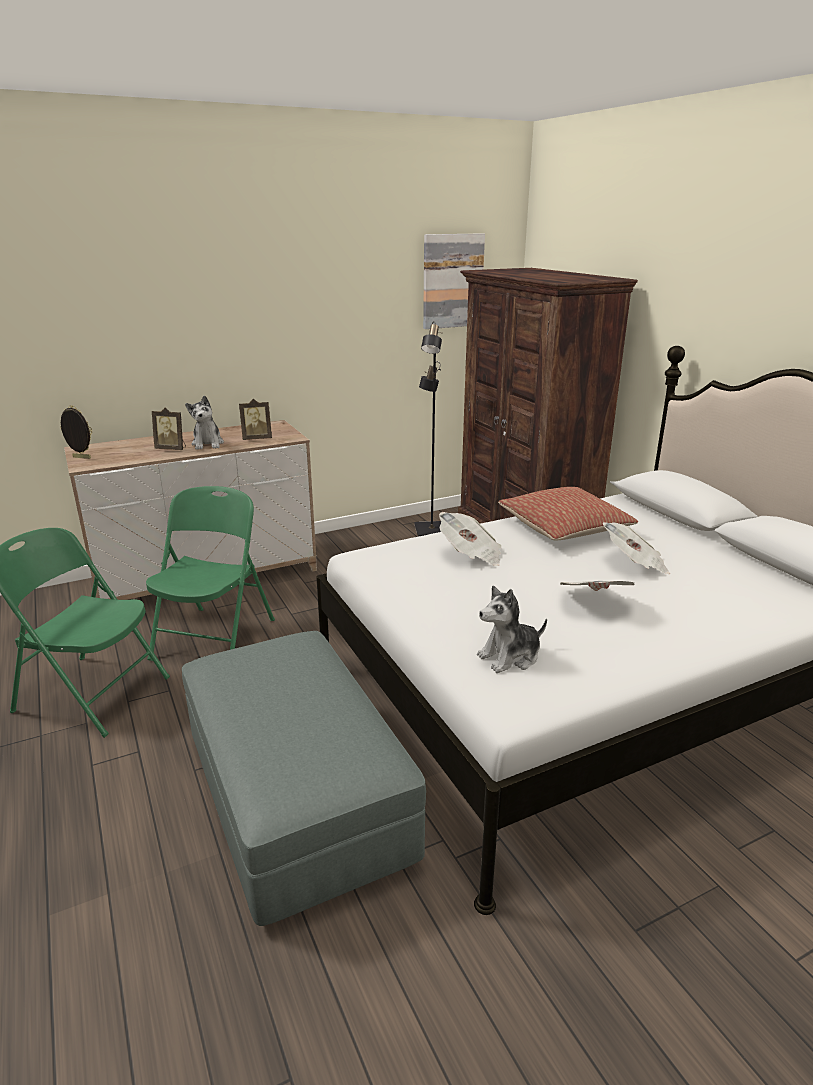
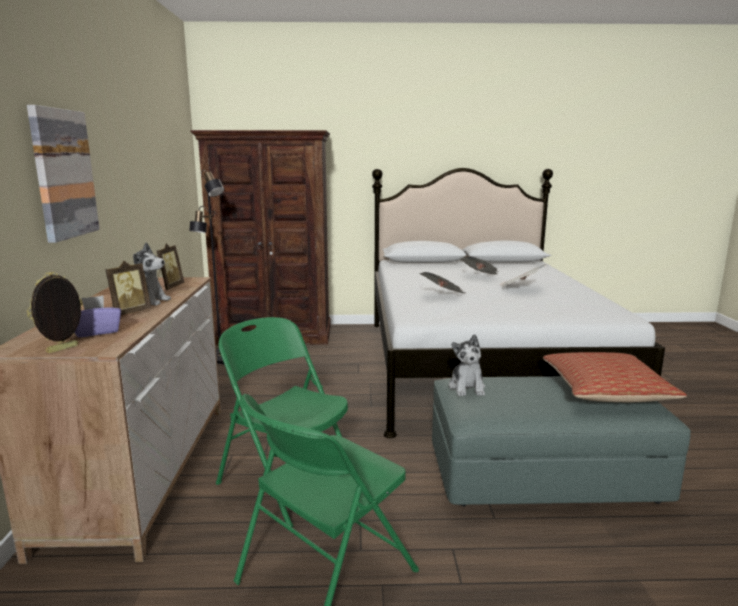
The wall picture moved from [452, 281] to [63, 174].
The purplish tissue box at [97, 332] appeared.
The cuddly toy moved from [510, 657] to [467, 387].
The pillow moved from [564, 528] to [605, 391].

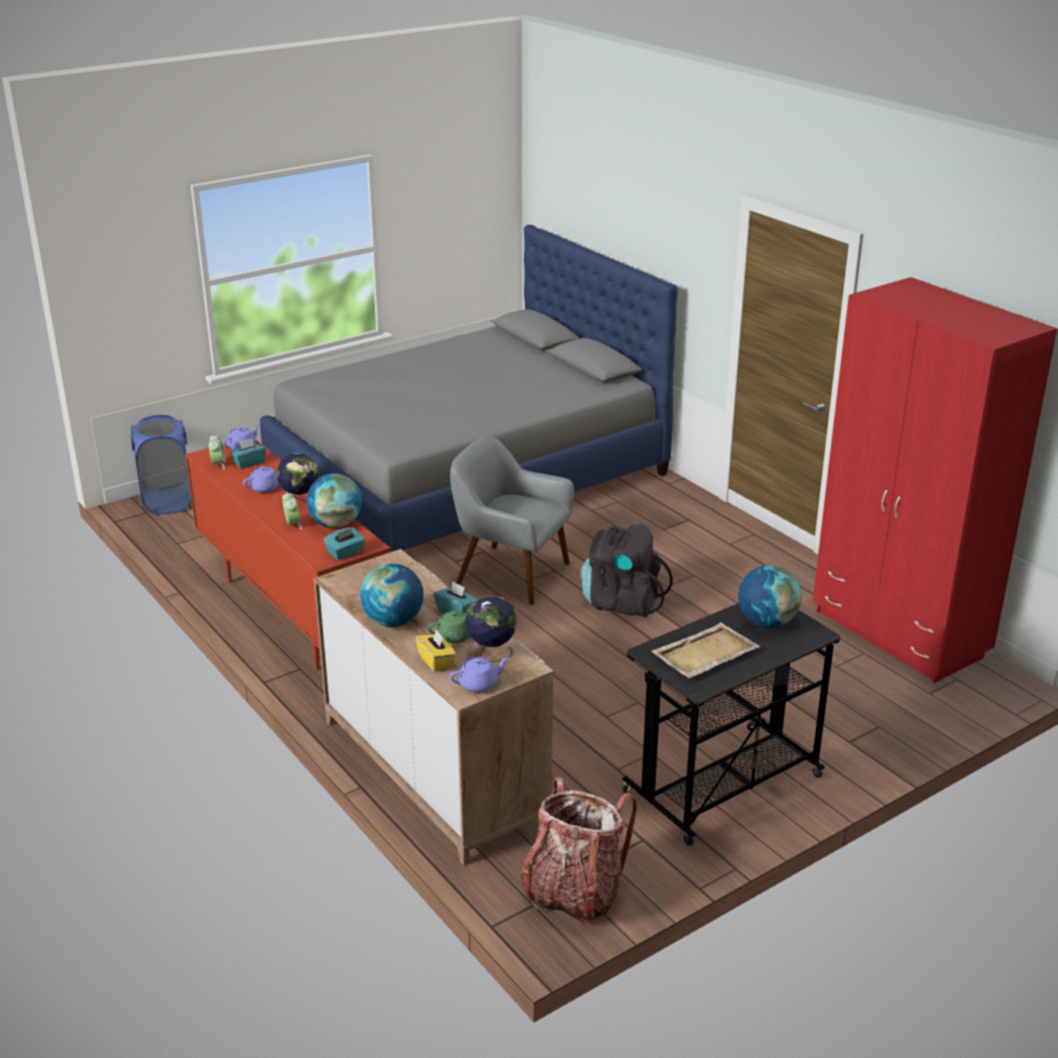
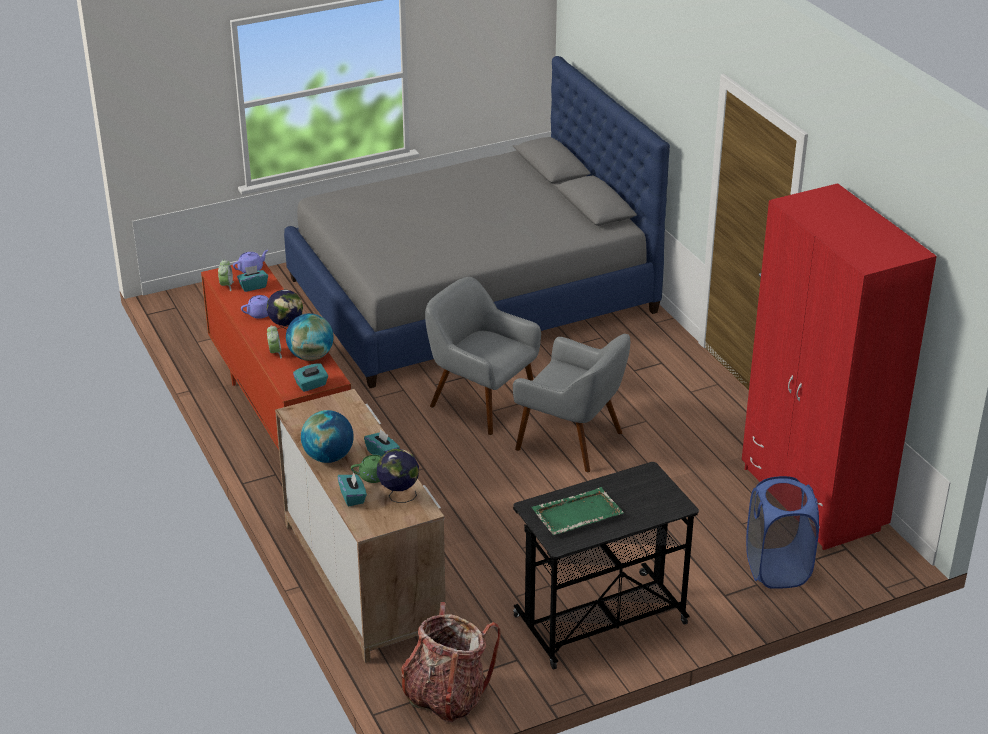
The yellow tissue box at [436, 661] became the blue-green tissue box at [352, 497].
The black knapsack at [622, 602] was replaced by the grey lounge chair at [571, 441].
The beige serving tray at [704, 653] became the green serving tray at [576, 514].
The bluish washing basket moved from [167, 501] to [777, 568].
The purplish tea pot at [479, 684] disappeared.
The world globe at [767, 622] disappeared.

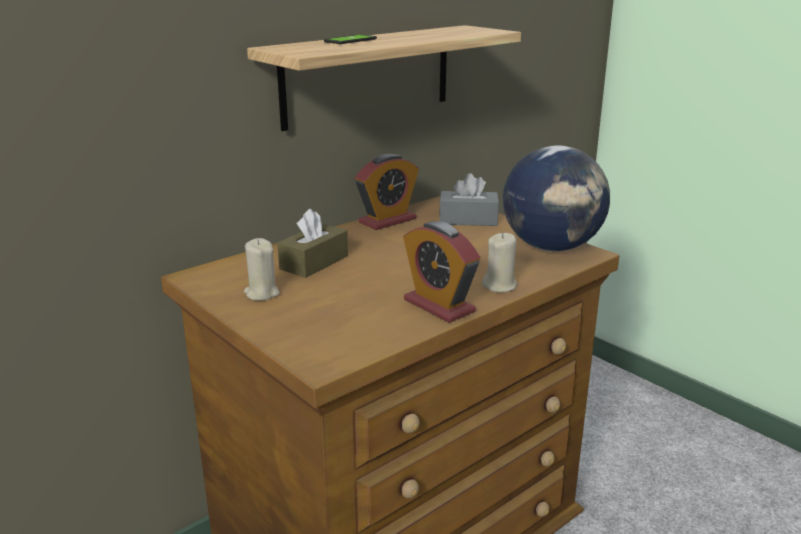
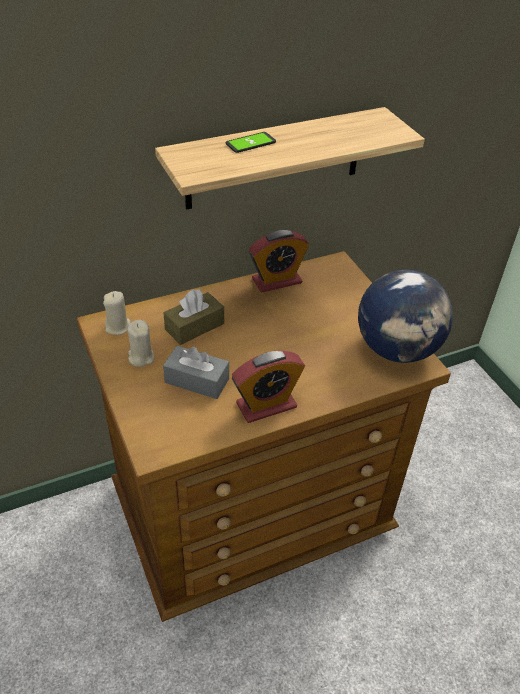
The beige wax light moved from [500, 286] to [118, 327].
The grey tissue box moved from [468, 220] to [197, 380].
The bedside clock at [439, 306] turned 90 degrees counterclockwise.

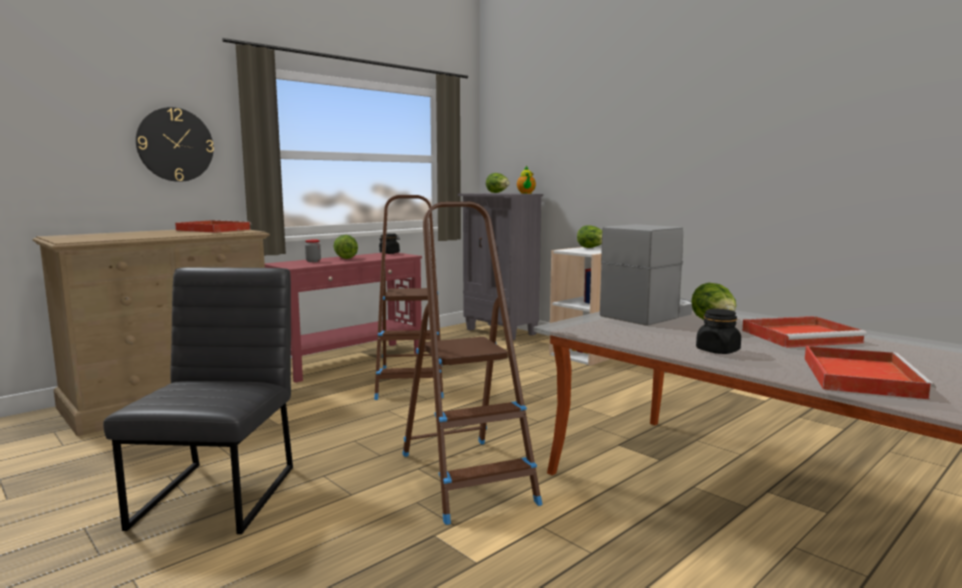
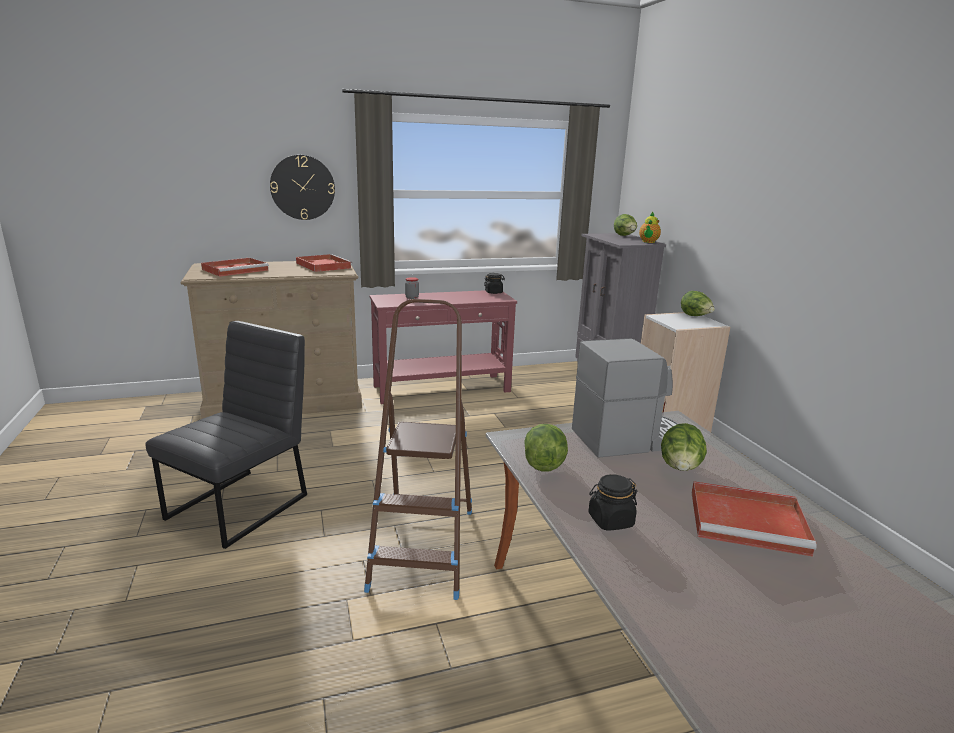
The reddish serving tray moved from [859, 376] to [236, 269].
The lettuce head moved from [345, 258] to [544, 463].
The brown-coloured step ladder at [411, 381] disappeared.

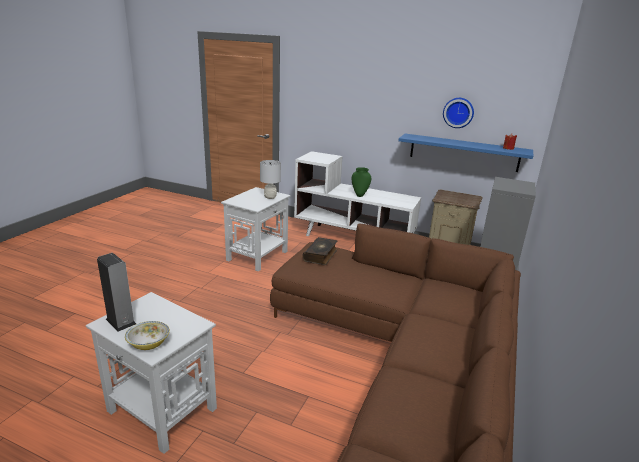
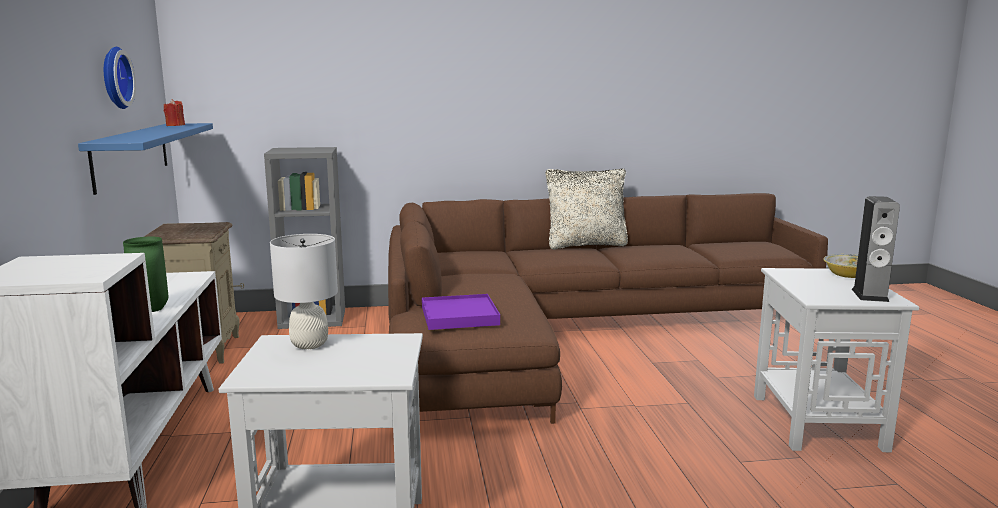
The bound book at [321, 255] was replaced by the purplish serving tray at [459, 316].
The beige pillow at [587, 246] appeared.

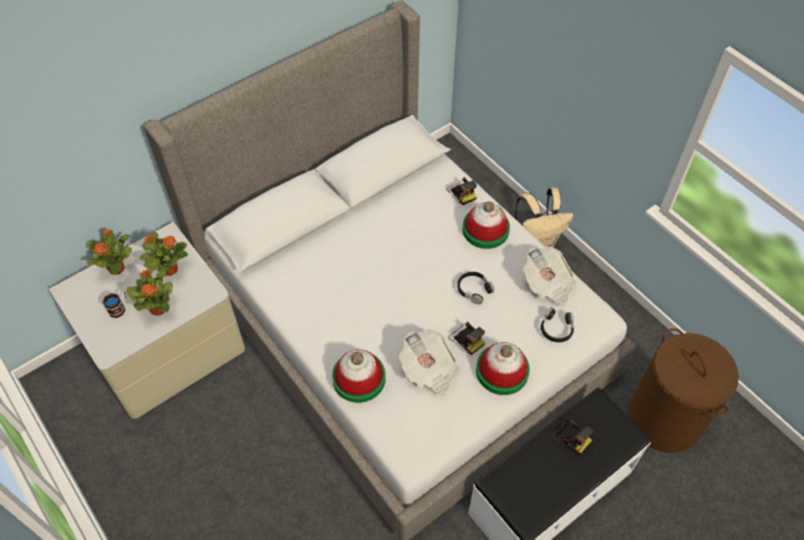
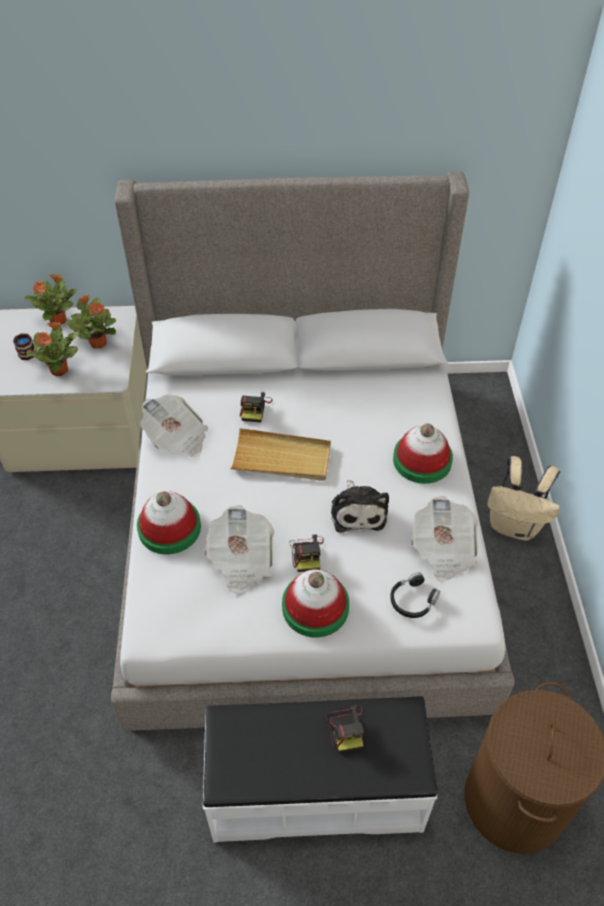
The newspaper at [177, 438] appeared.
The beige serving tray at [281, 458] appeared.
The photo camera moved from [462, 192] to [254, 408].
The black pair of headphones at [474, 289] was replaced by the cuddly toy at [358, 511].

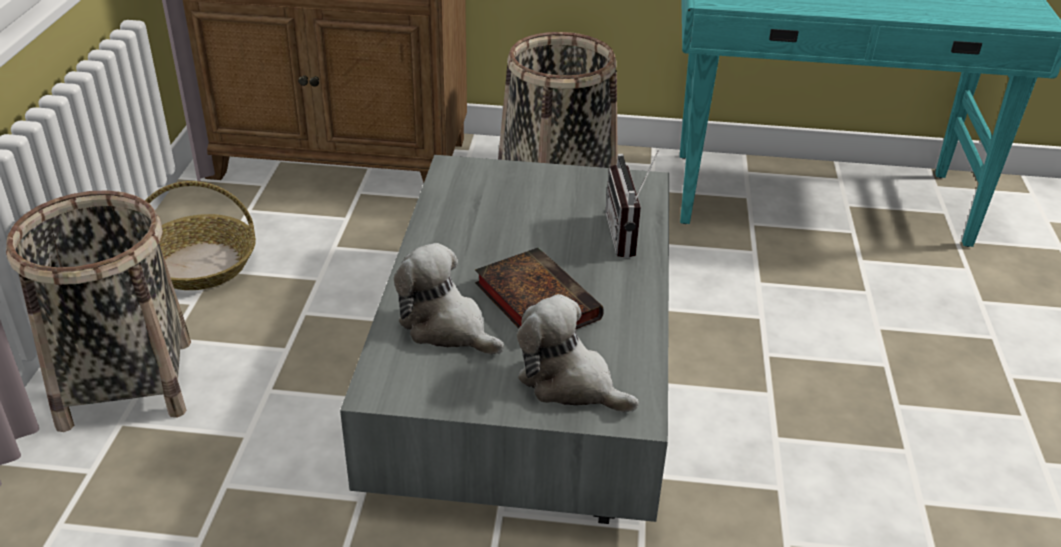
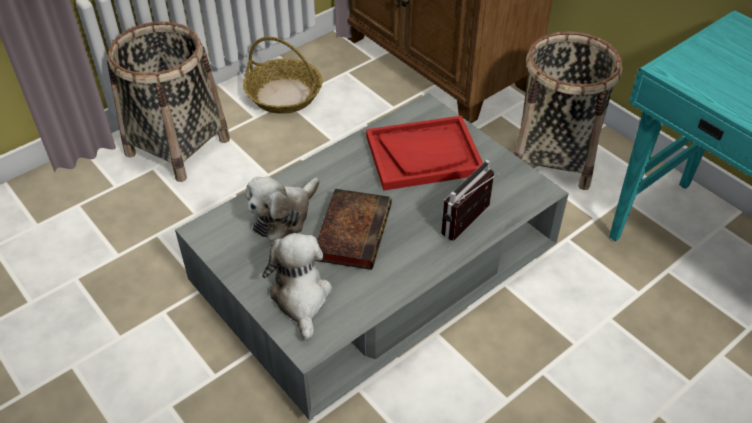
The cuddly toy at [447, 327] turned 135 degrees counterclockwise.
The reddish serving tray at [424, 155] appeared.

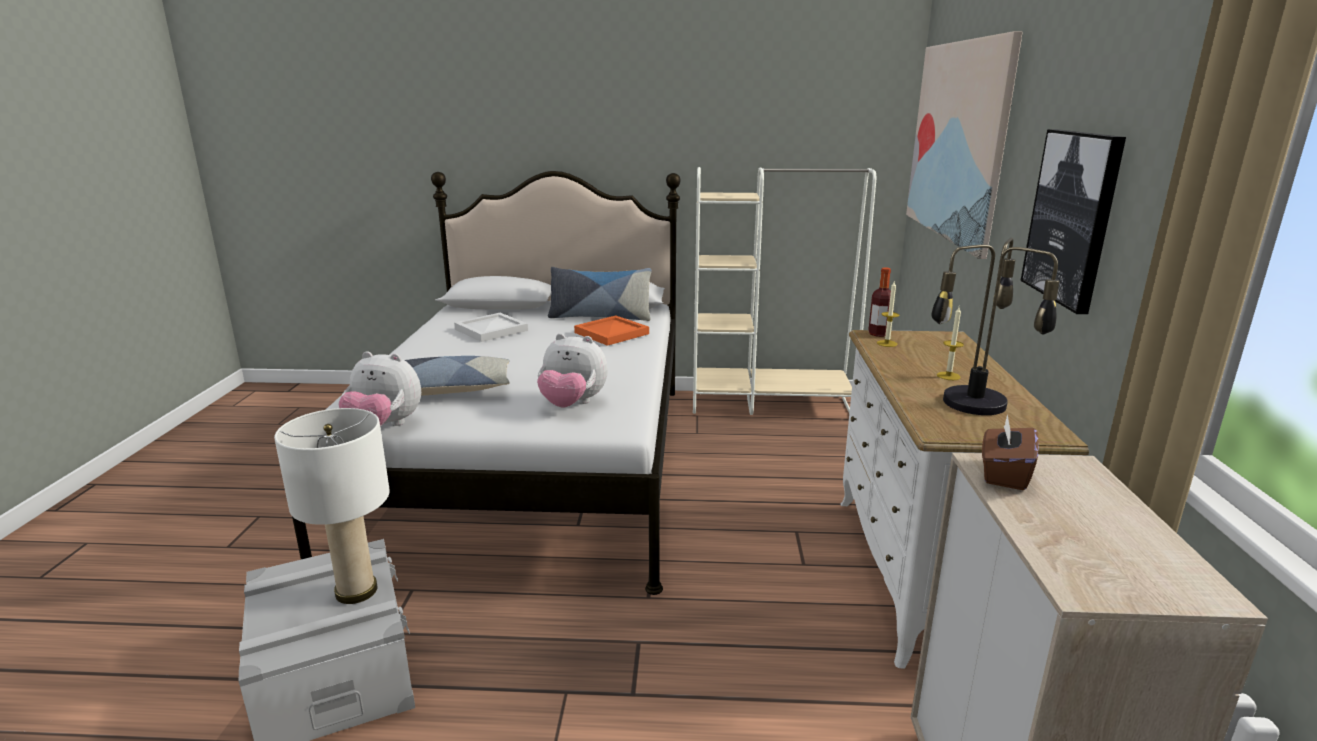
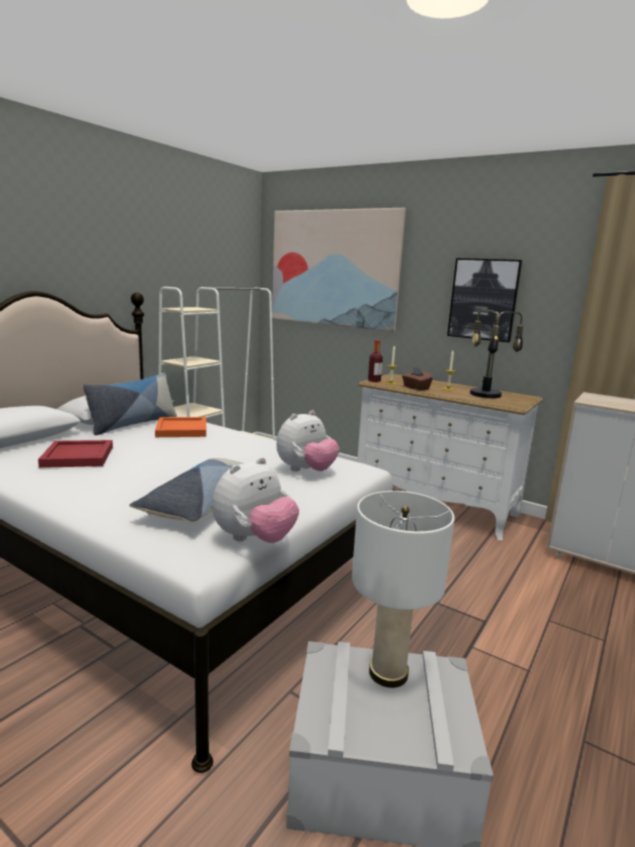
The white-coloured serving tray at [490, 330] became the reddish serving tray at [76, 457].
The brown-coloured tissue box moved from [1004, 474] to [416, 388].

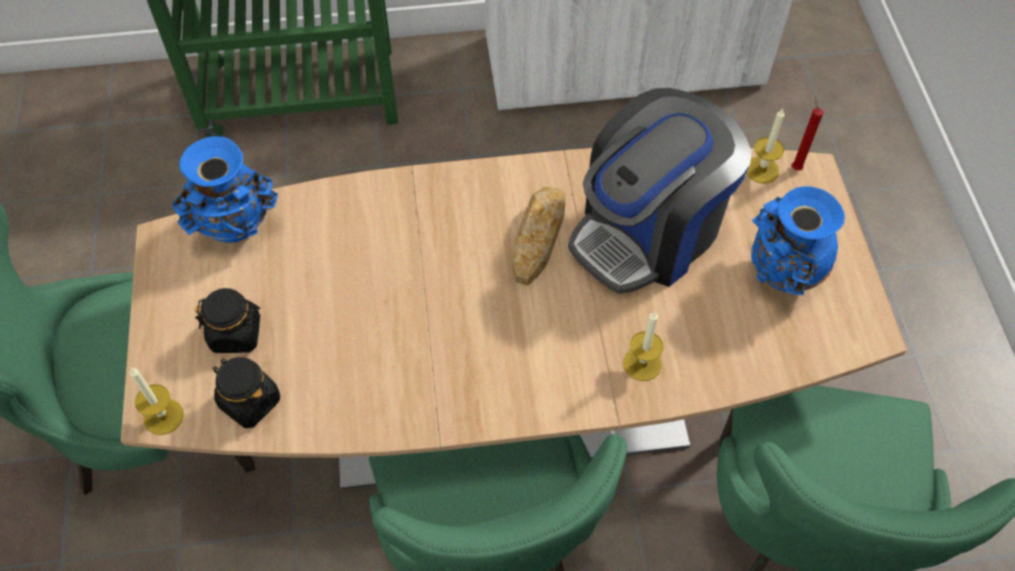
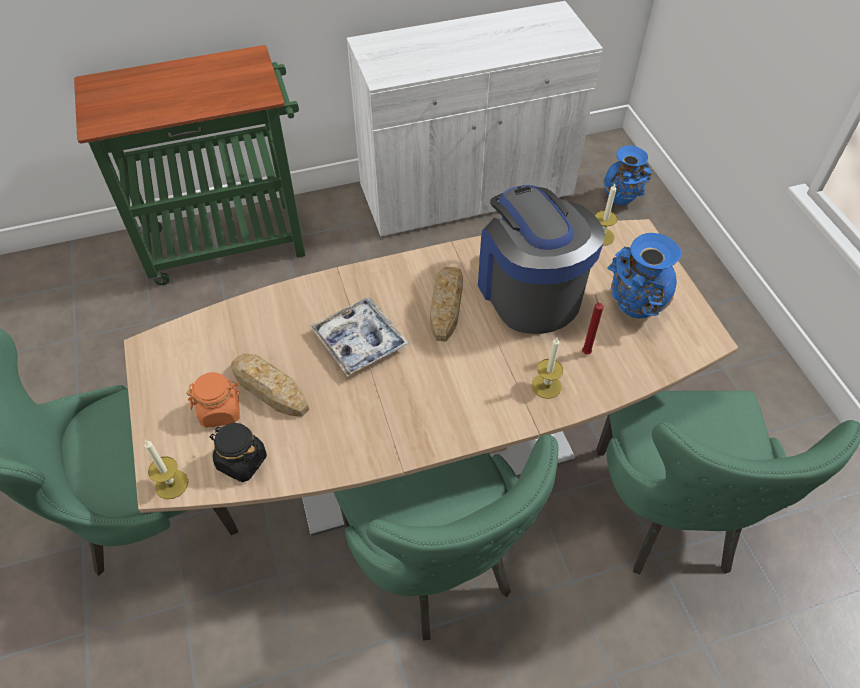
The black storage jar at [236, 334] became the orange storage jar at [221, 411].
The baked bread at [269, 389] appeared.
The serving tray at [359, 341] appeared.
The coffee machine at [648, 231] turned 120 degrees clockwise.
The reddish wax light moved from [795, 167] to [585, 351].
The bluish flower vase moved from [236, 229] to [621, 199].

